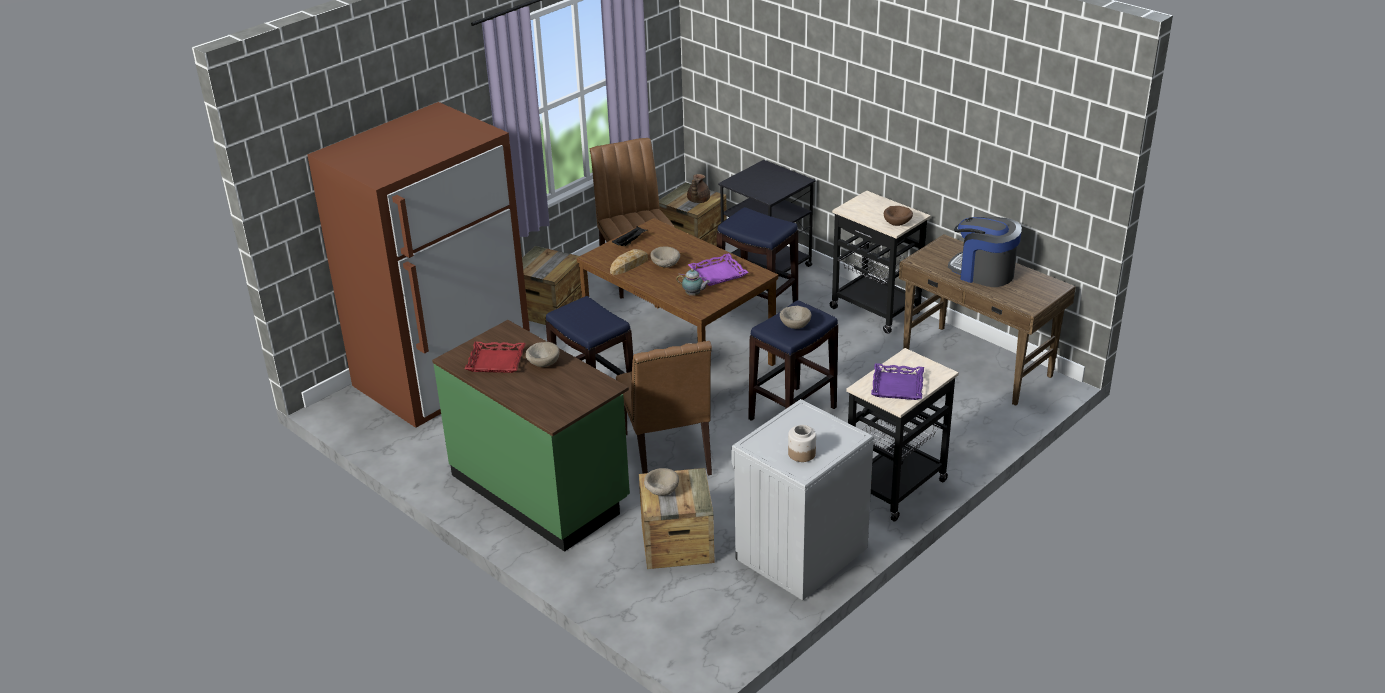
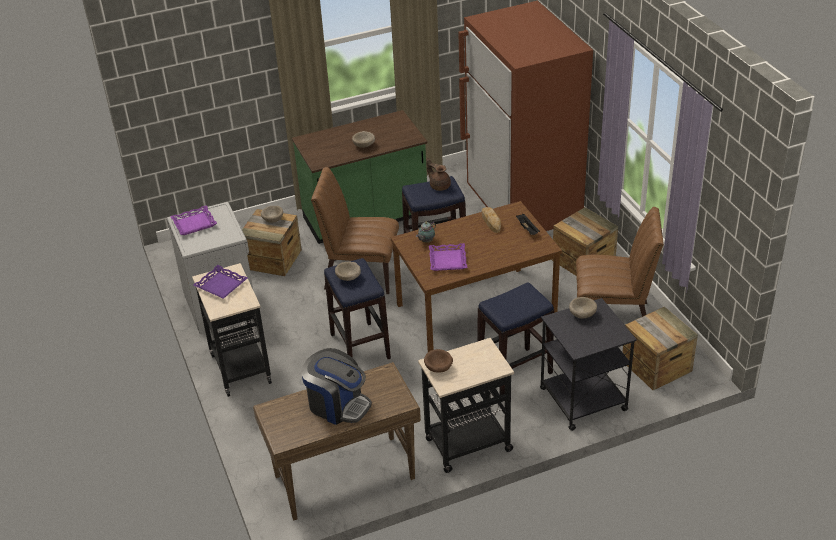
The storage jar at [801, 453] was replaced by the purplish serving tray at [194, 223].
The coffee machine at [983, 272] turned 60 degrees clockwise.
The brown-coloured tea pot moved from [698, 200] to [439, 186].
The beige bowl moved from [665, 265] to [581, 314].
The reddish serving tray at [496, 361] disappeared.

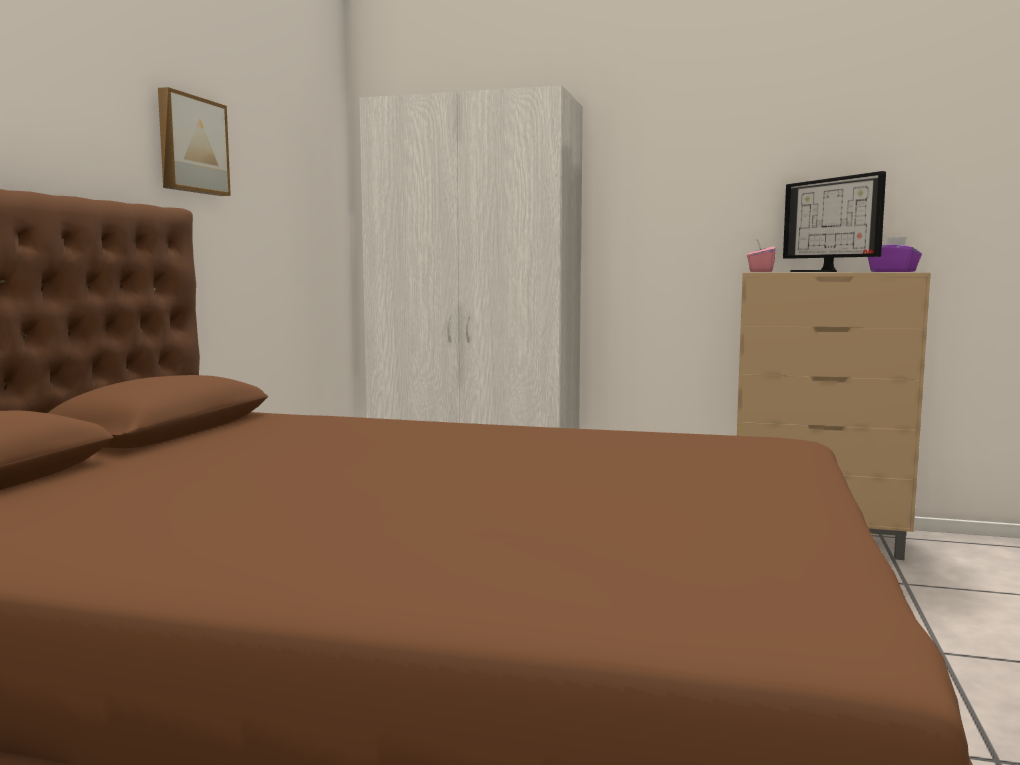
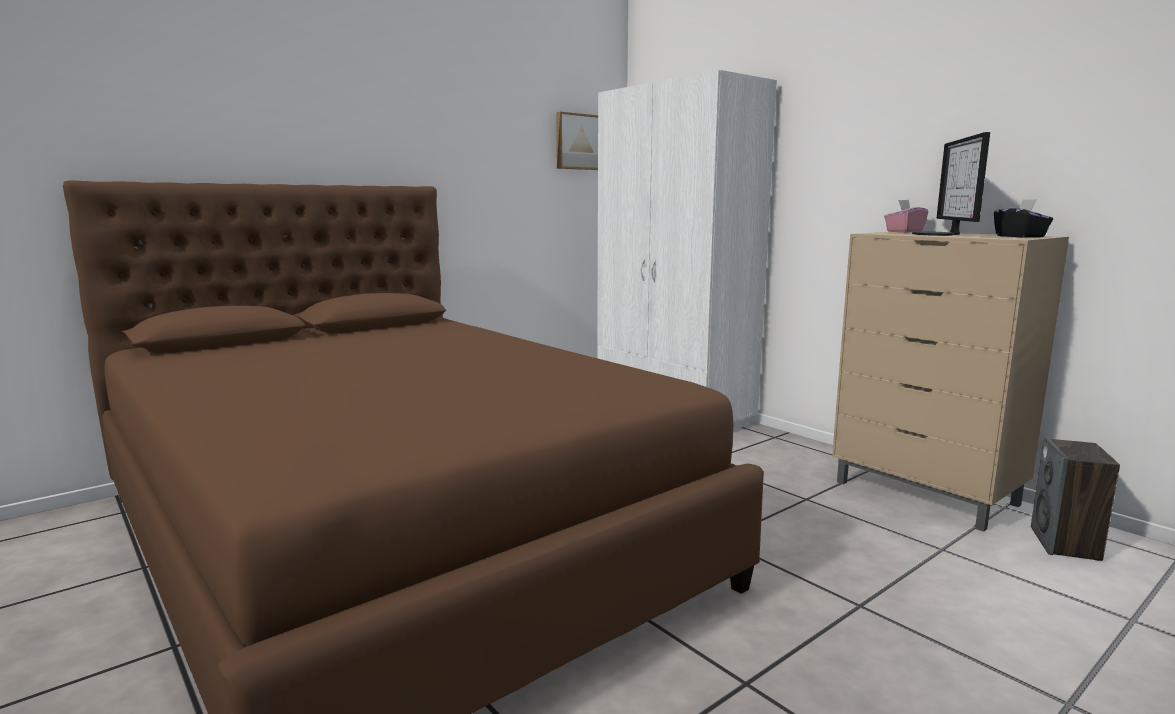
The wall picture moved from [191, 145] to [577, 142].
The purplish tissue box at [893, 272] became the black tissue box at [1020, 236].
The loudspeaker at [1065, 544] appeared.

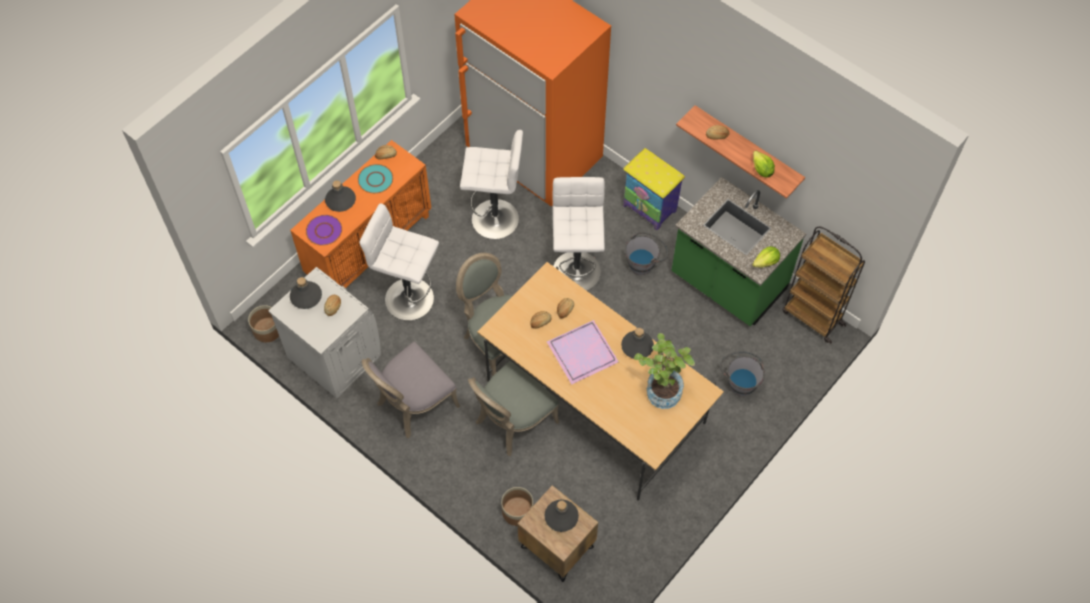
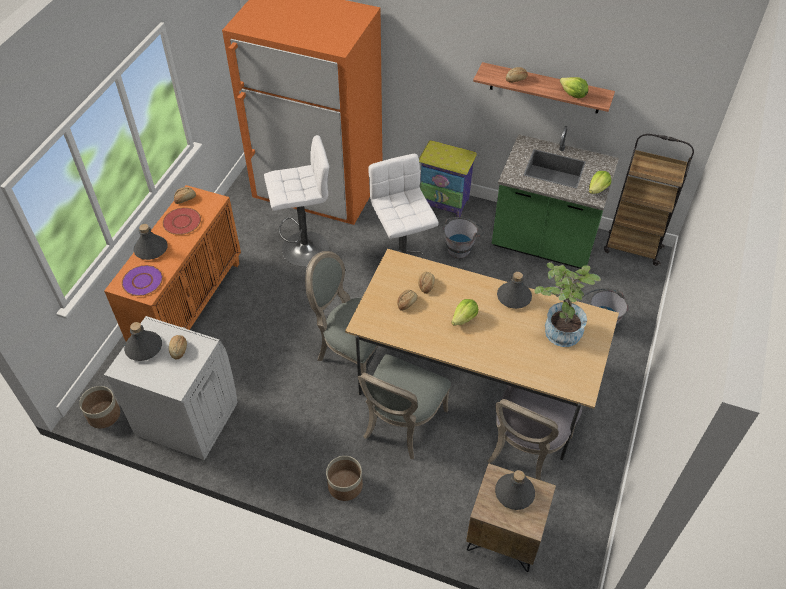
The blue-green plate at [375, 179] became the reddish plate at [181, 222].
The flower pot moved from [517, 511] to [345, 485].
The purplish serving tray at [584, 353] was replaced by the lettuce head at [464, 318].
The grey upright chair moved from [413, 404] to [525, 450].
The white-coloured stool at [409, 298] disappeared.

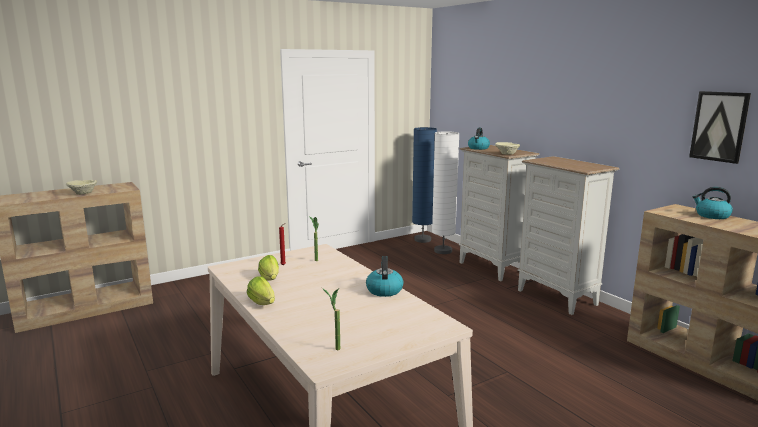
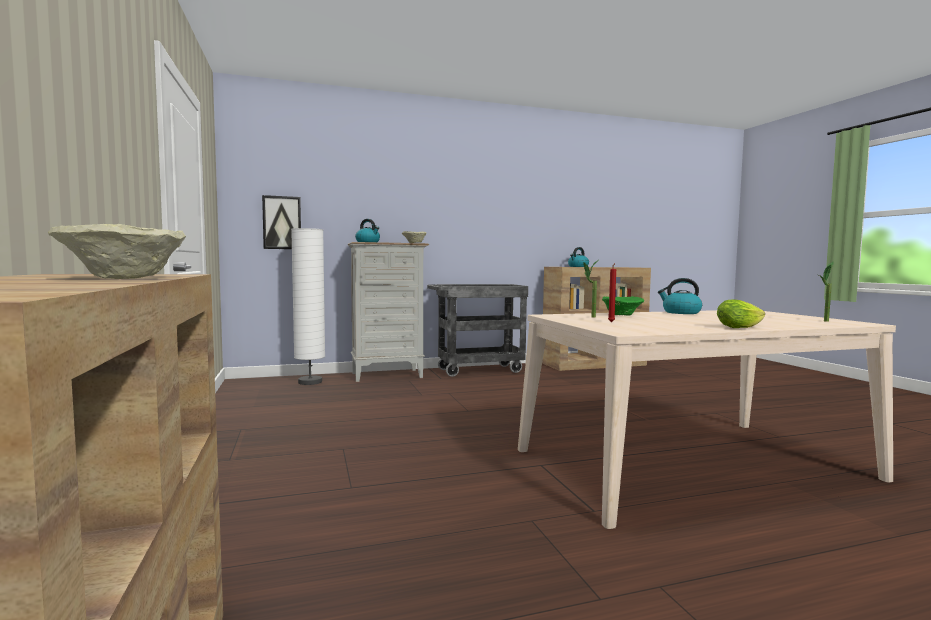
The wall picture moved from [719, 126] to [282, 222].
The white-coloured chest of drawers at [557, 298] was replaced by the black trolley at [476, 371].
The green bowl at [622, 315] appeared.
The lettuce head at [270, 279] disappeared.
The bluish standing lamp at [422, 240] disappeared.

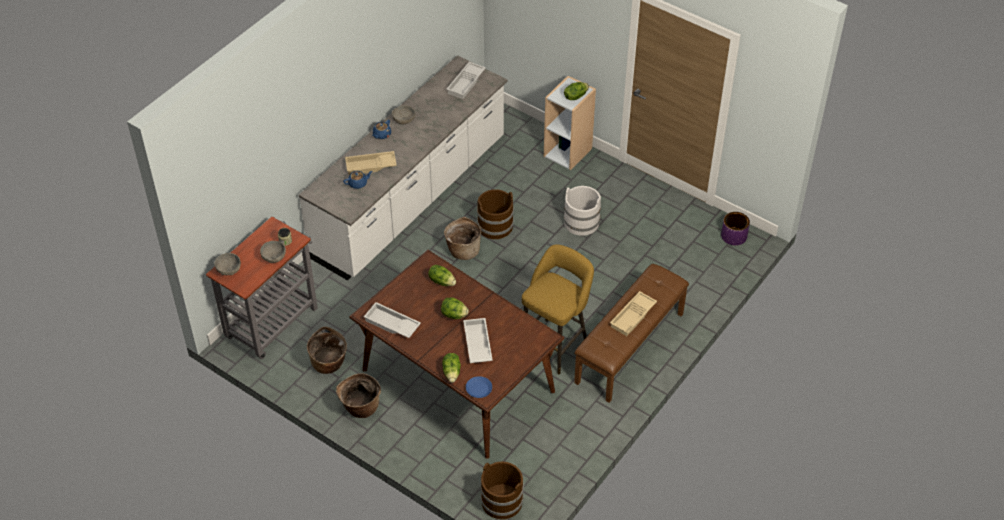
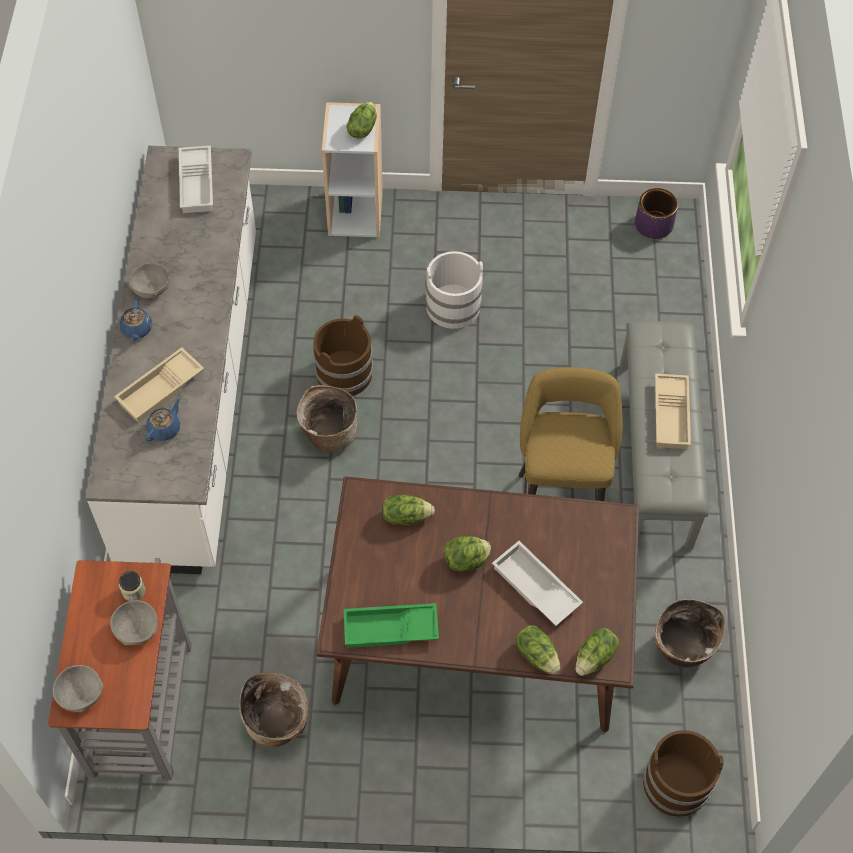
The white-coloured serving tray at [391, 324] became the green serving tray at [390, 630].
The bluish plate at [479, 389] was replaced by the lettuce head at [595, 658].
The brown-coloured bench at [630, 348] became the grey bench at [656, 454].
The household basket moved from [360, 407] to [681, 649].

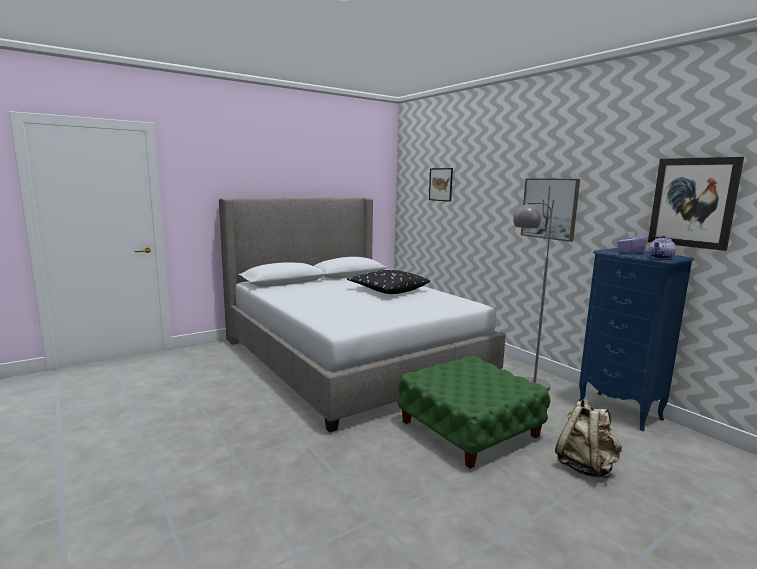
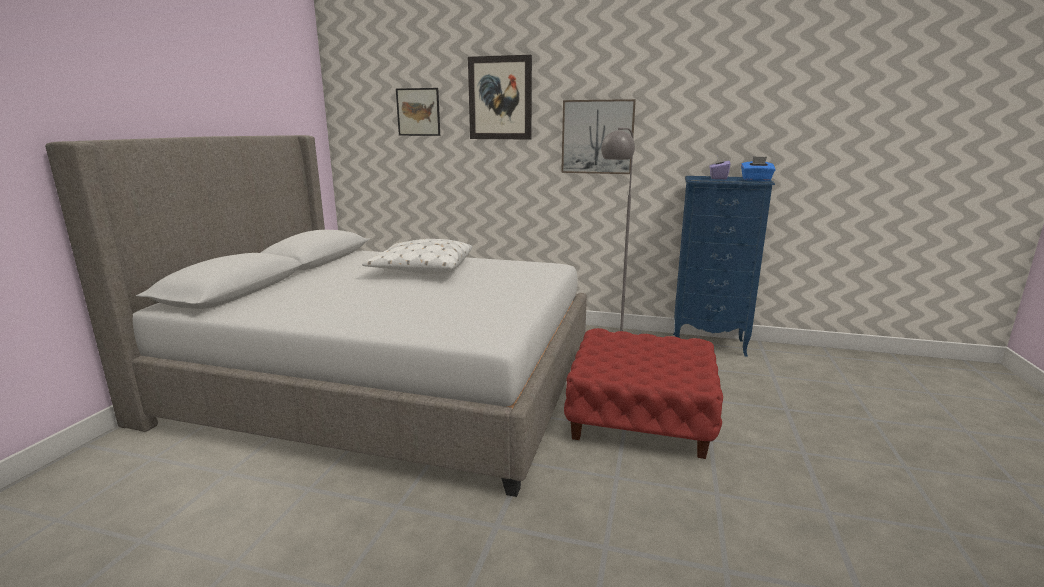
The black pillow at [387, 290] became the white-coloured pillow at [421, 269].
The wall picture moved from [693, 202] to [500, 98].
The green ottoman at [469, 429] became the reddish ottoman at [640, 416].
The tea pot at [661, 257] was replaced by the bluish tissue box at [756, 180].
The beige knapsack at [585, 466] disappeared.

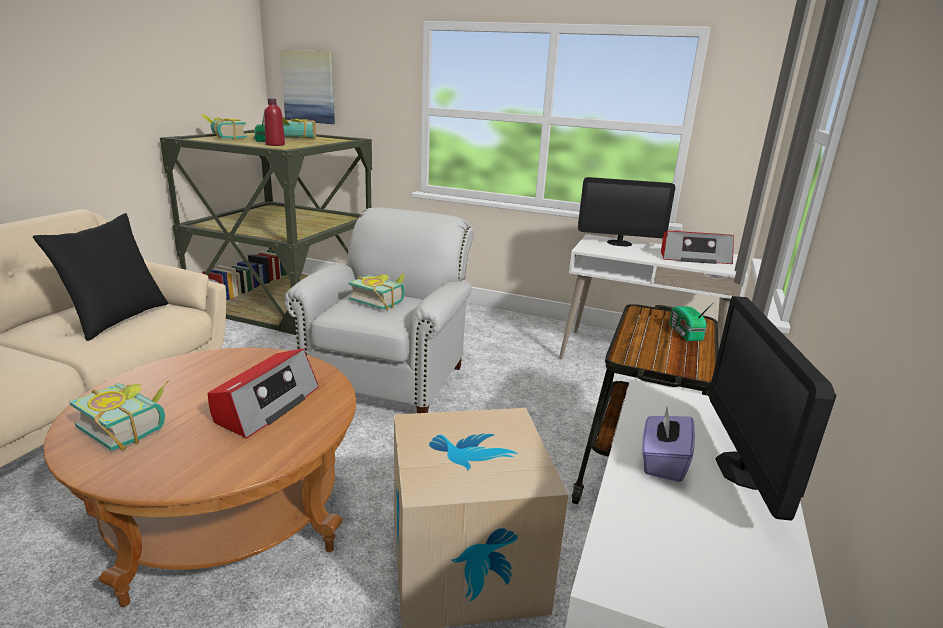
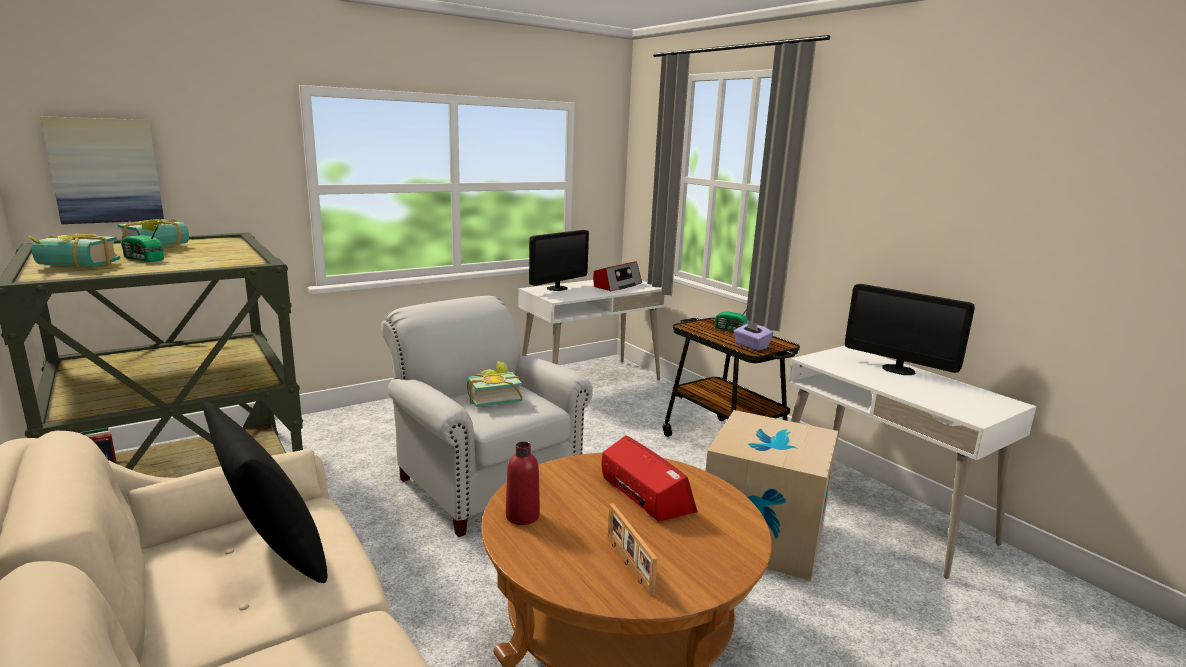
The reddish drink bottle moved from [275, 145] to [522, 516].
The bound book at [130, 426] was replaced by the photo frame at [628, 564].
The purplish tissue box moved from [662, 462] to [751, 346].

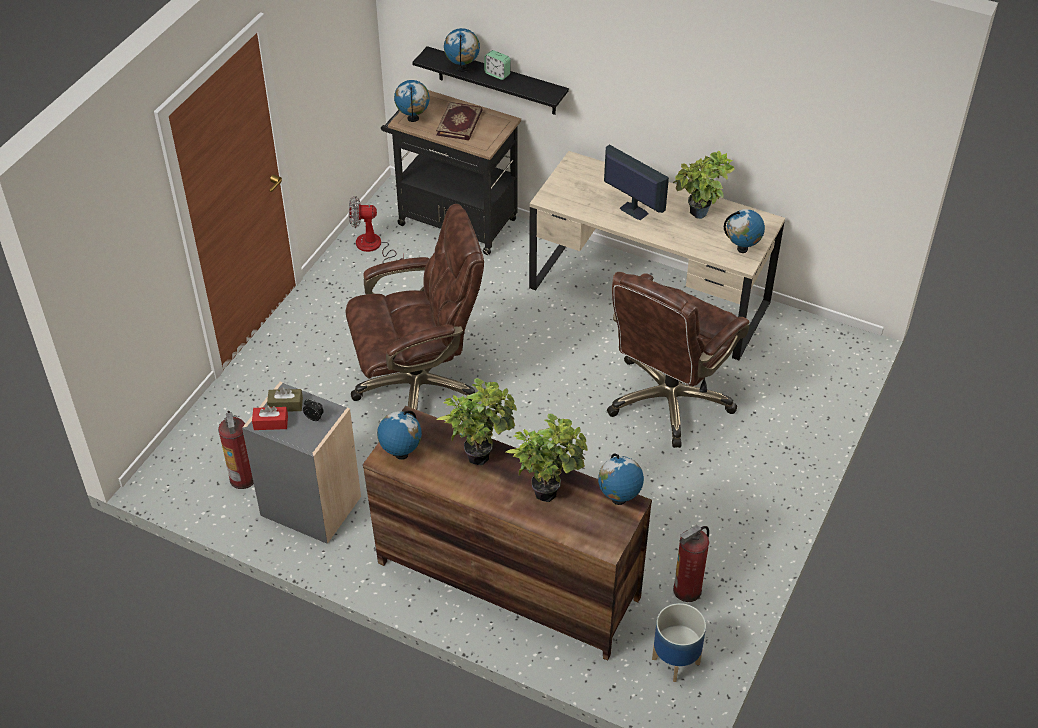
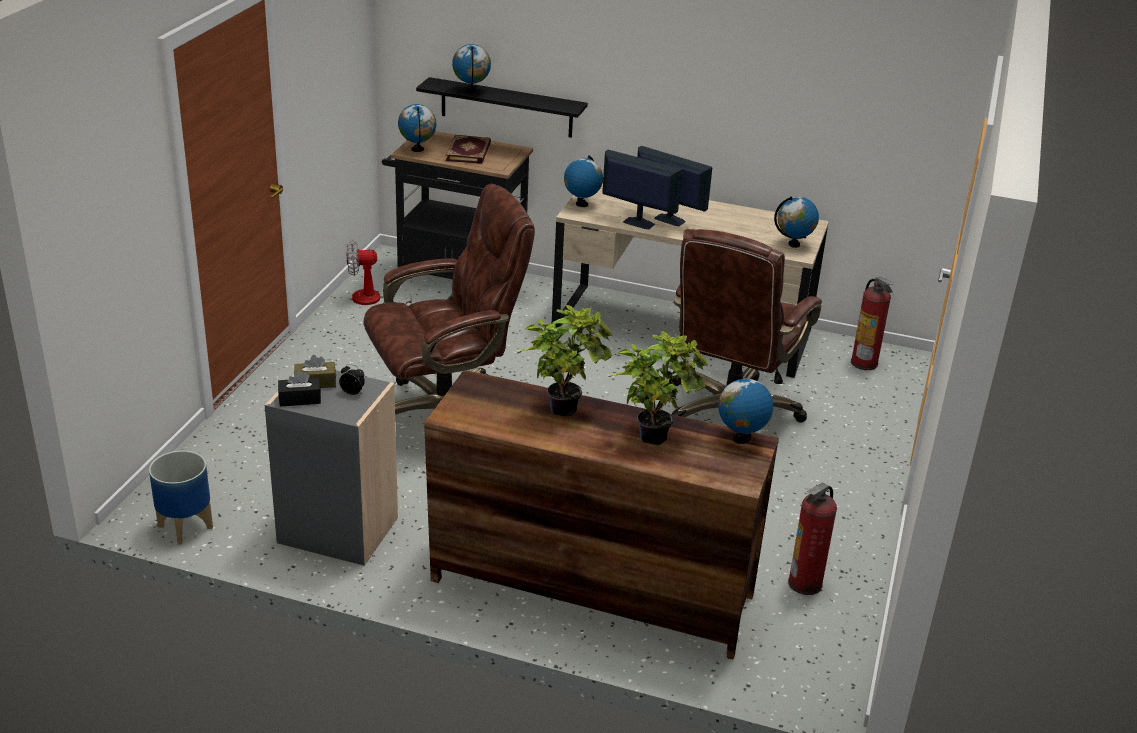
The flower pot moved from [676, 661] to [186, 527].
The reddish tissue box at [271, 423] became the black tissue box at [300, 399].
The world globe moved from [401, 454] to [581, 204].
The computer screen at [638, 223] appeared.
The fire-fighting cylinder moved from [243, 478] to [864, 363].
The bedside clock at [497, 74] disappeared.
The potted plant at [699, 216] disappeared.

